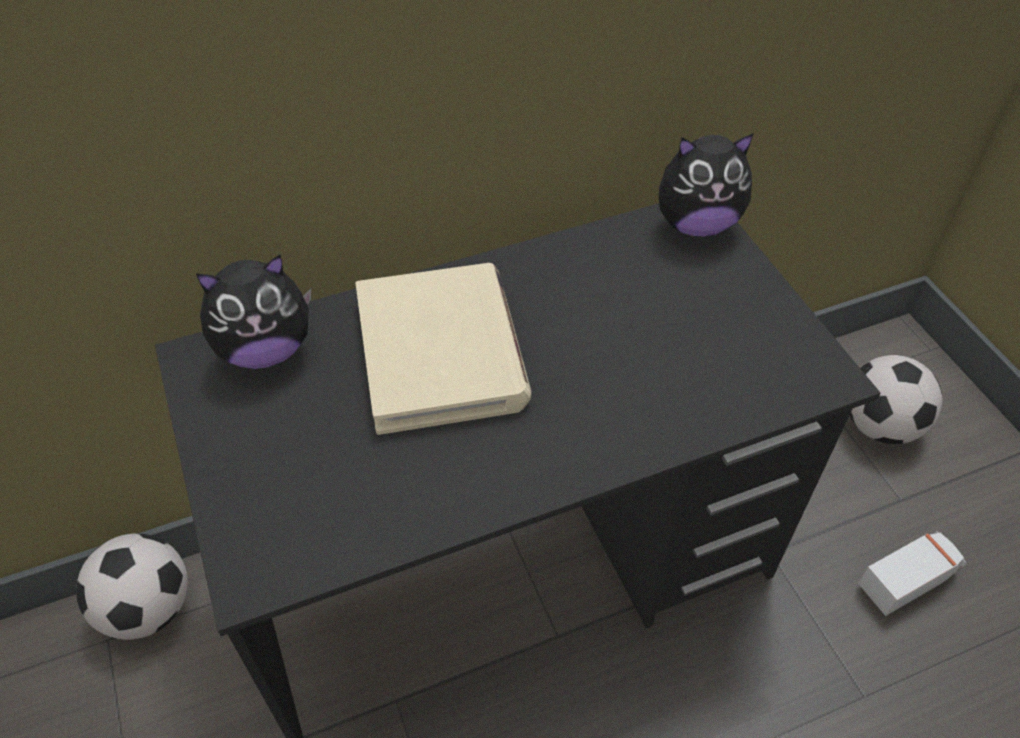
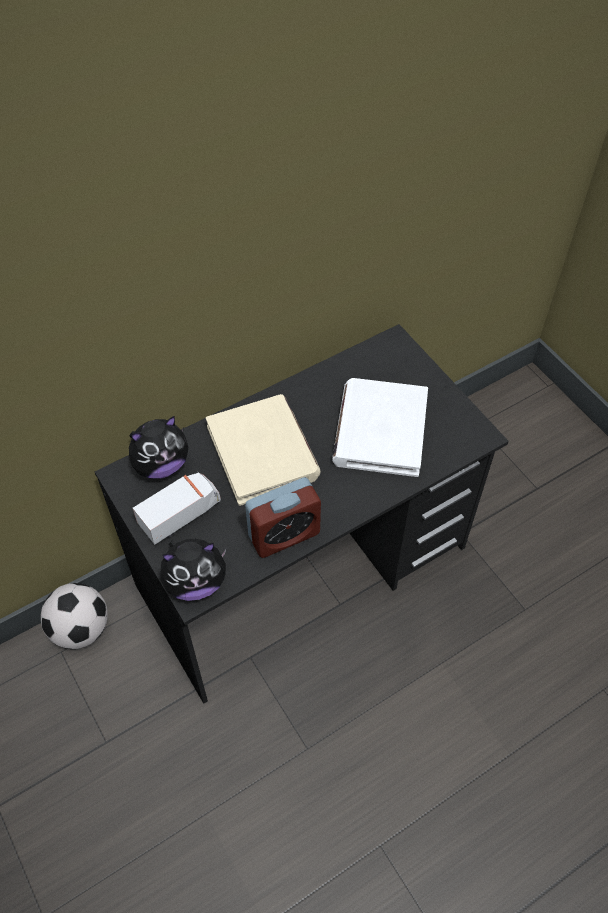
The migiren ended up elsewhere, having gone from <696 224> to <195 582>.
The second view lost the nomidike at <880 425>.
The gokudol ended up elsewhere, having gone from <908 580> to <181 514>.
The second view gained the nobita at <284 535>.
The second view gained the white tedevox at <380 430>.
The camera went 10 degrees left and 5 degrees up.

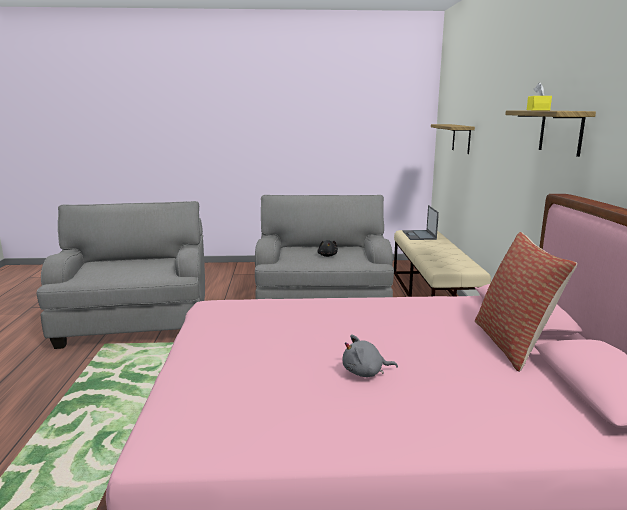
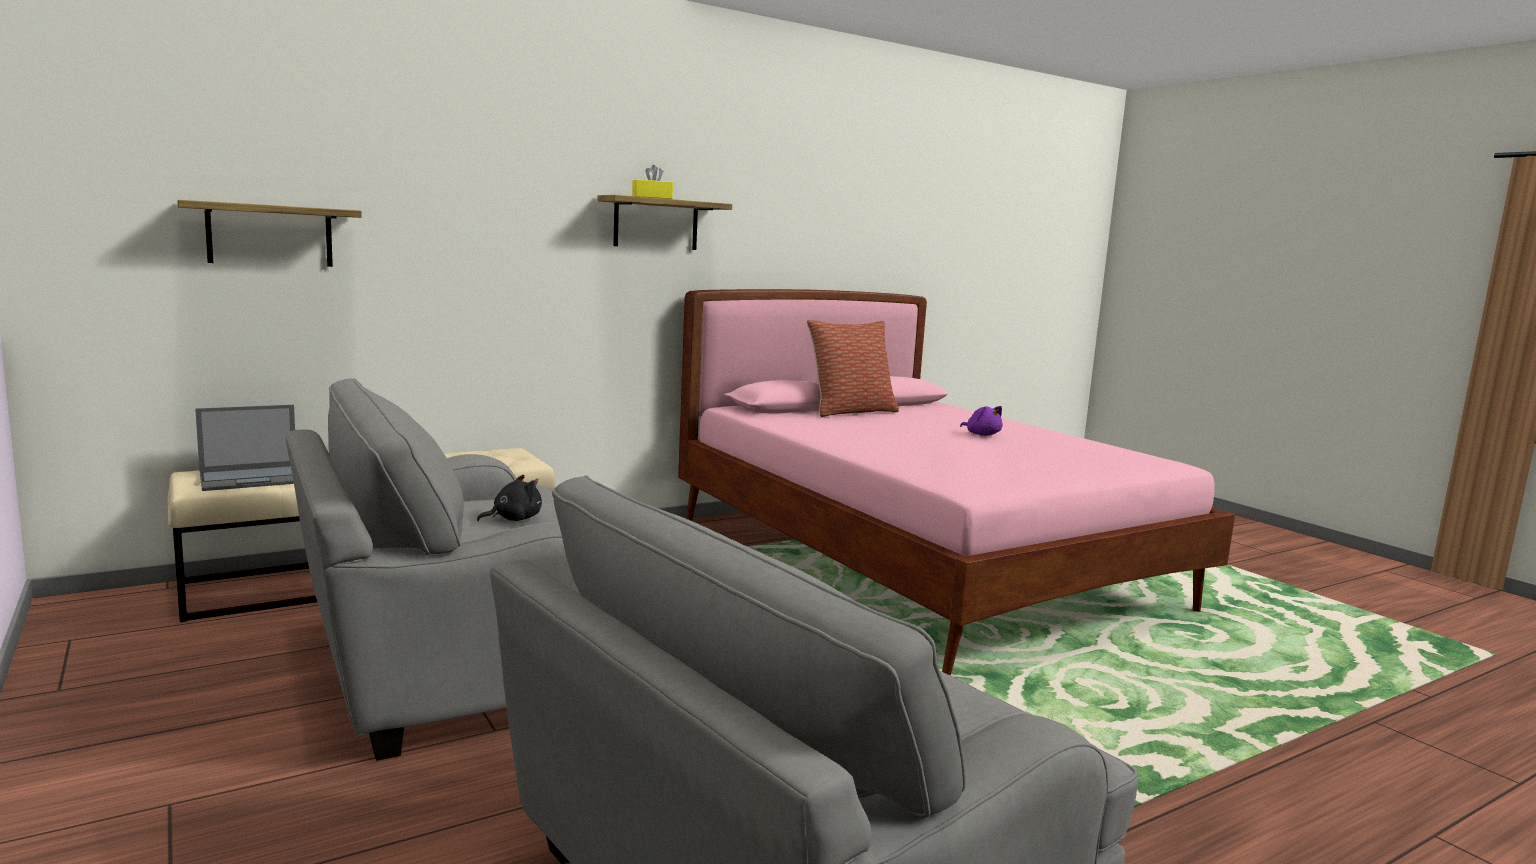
What was the grey migiren at <365 373> turned into the purple migiren at <982 434>.
The camera went 120 degrees left and 5 degrees down.

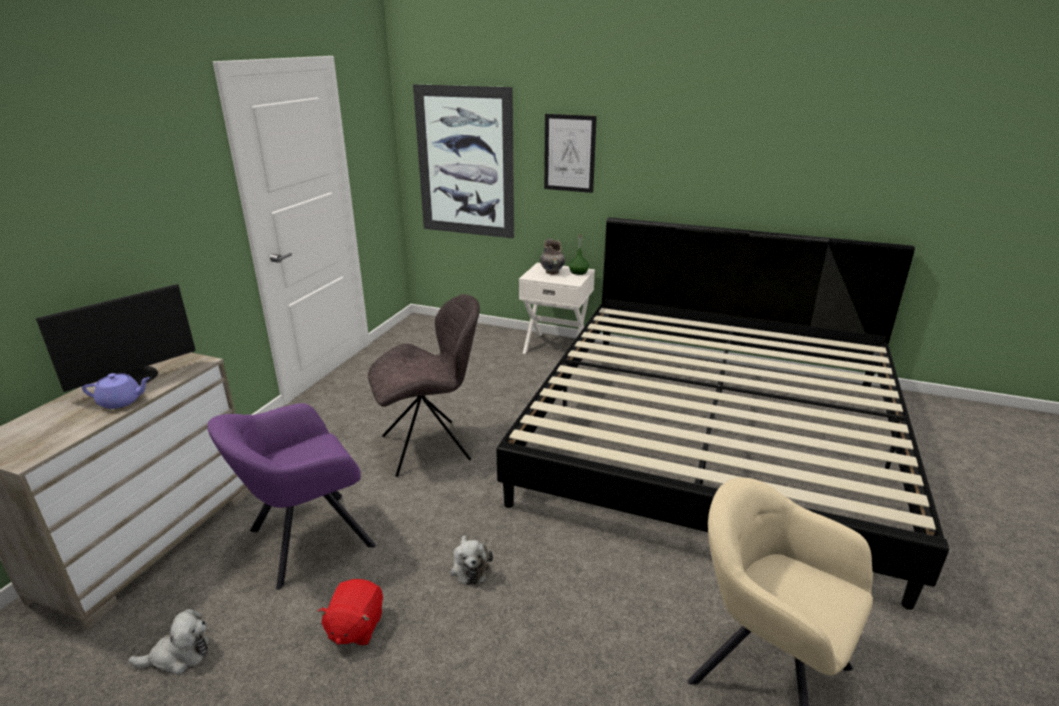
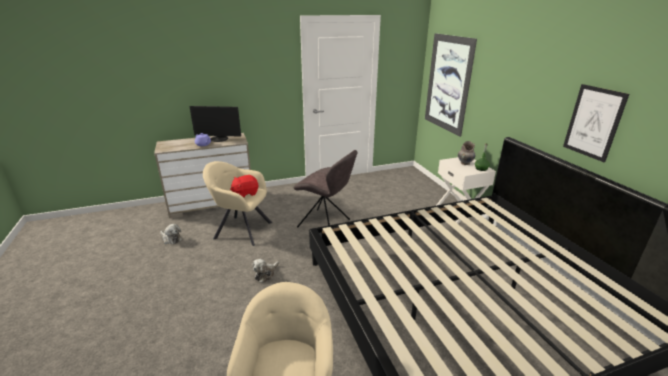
What was the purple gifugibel at <306 540> turned into the beige gifugibel at <241 230>.
The red migiren ended up elsewhere, having gone from <355 627> to <245 193>.
The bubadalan ended up elsewhere, having gone from <569 153> to <593 122>.
The camera went 50 degrees right and 0 degrees up.

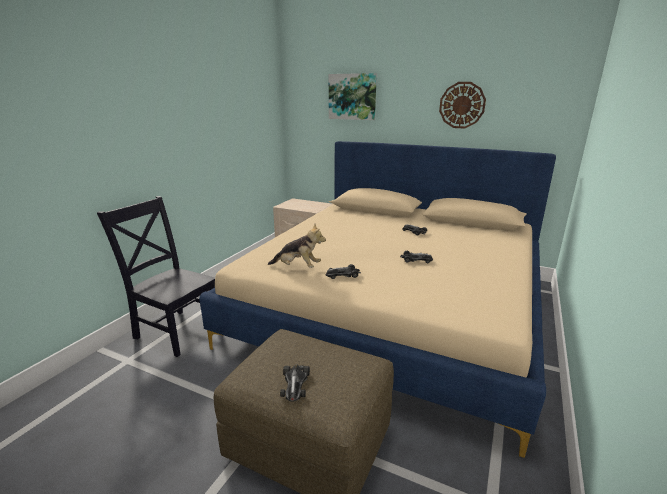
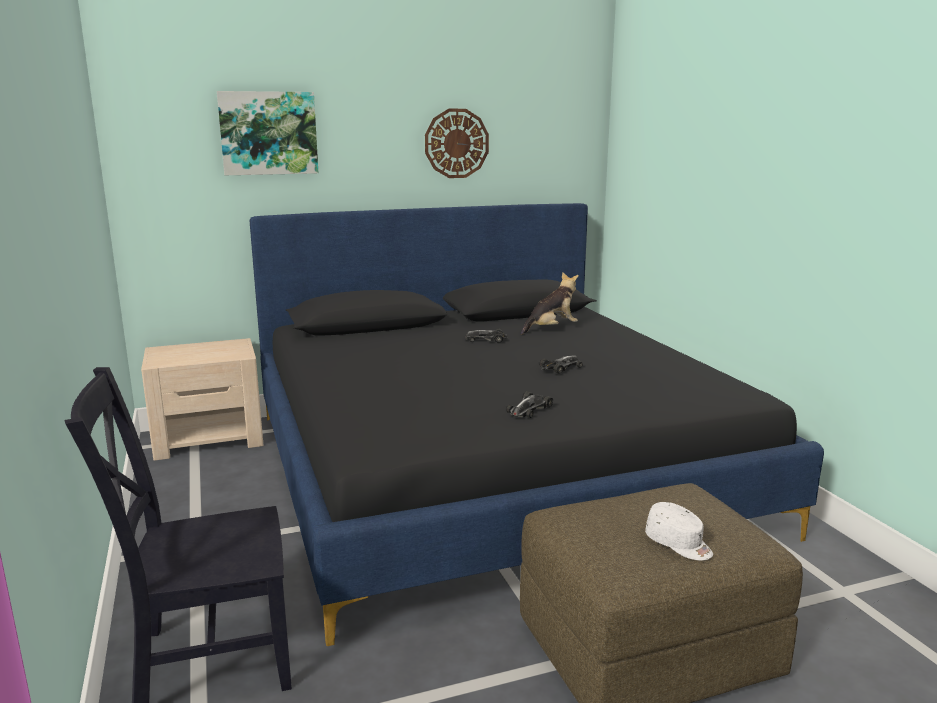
What was the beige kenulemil at <394 309> turned into the black kenulemil at <491 469>.
The migiren ended up elsewhere, having gone from <297 267> to <551 329>.
Where the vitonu stood at <295 384>, the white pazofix came to stand at <678 544>.
The camera went 45 degrees left and 5 degrees down.

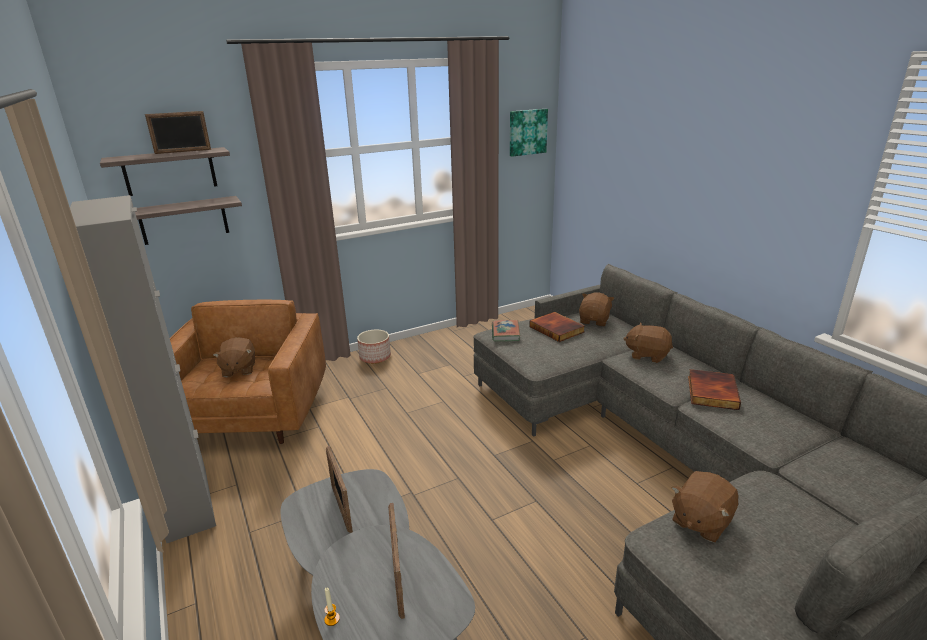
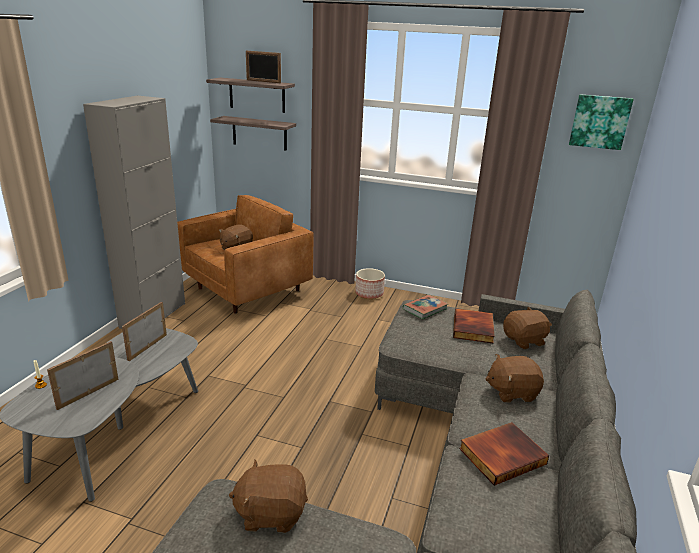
The brown migiren at <647 355> ended up facing another way, 75 degrees counterclockwise from before.
The camera went 45 degrees right and 0 degrees up.

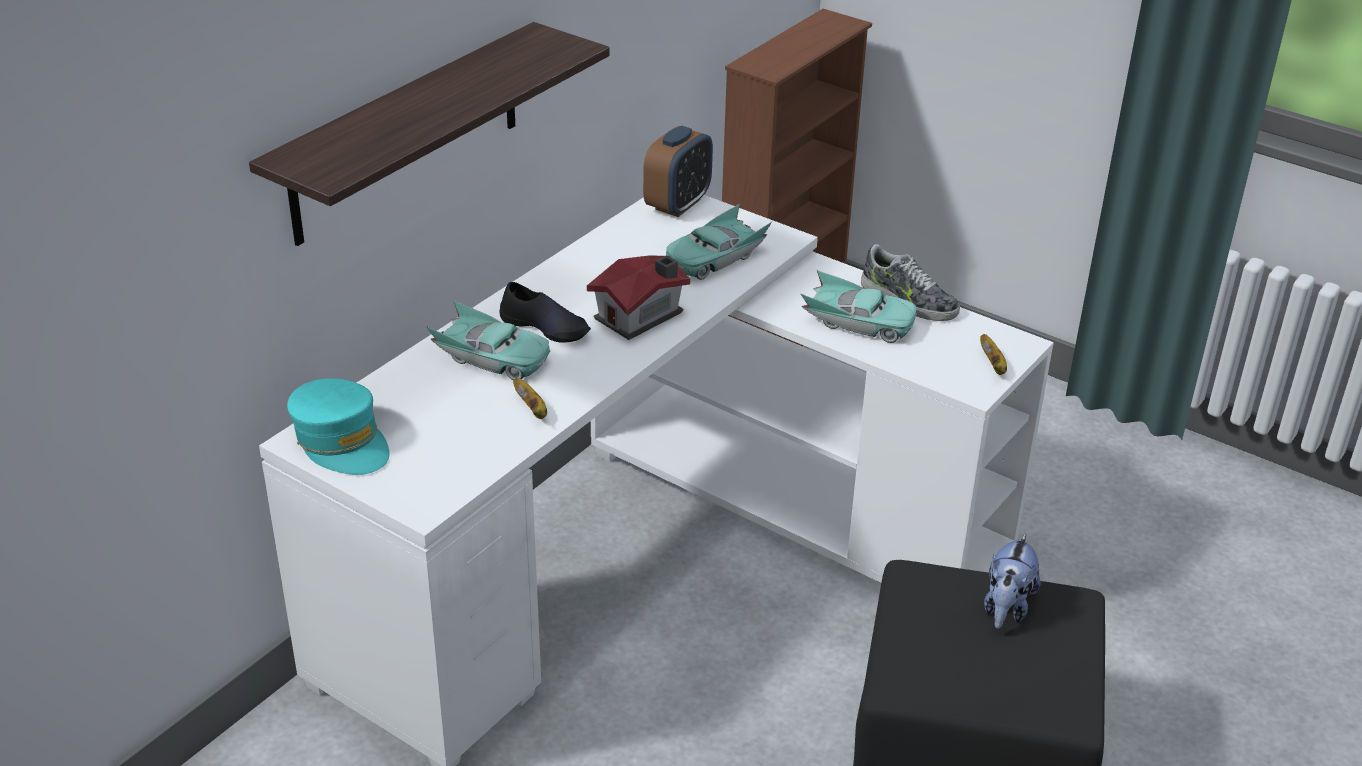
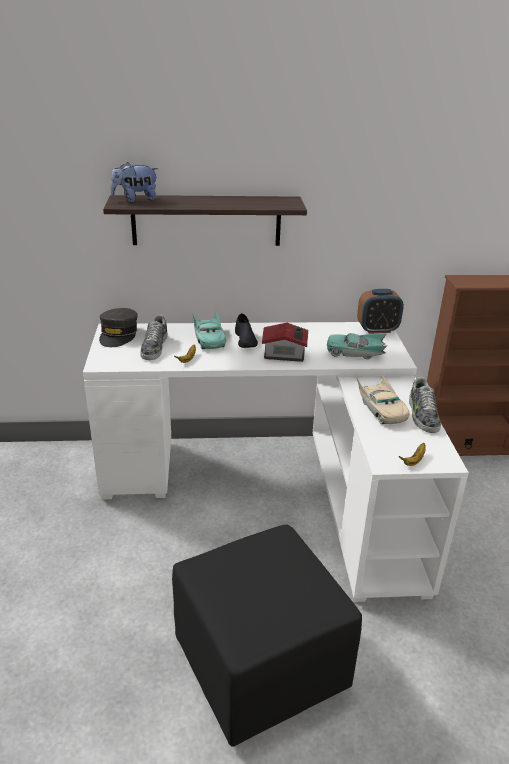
What was the turquoise pazofix at <341 441> turned into the grey pazofix at <118 335>.
What was the turquoise vitonu at <858 322> turned into the beige vitonu at <381 409>.
The migiren ended up elsewhere, having gone from <1006 607> to <136 200>.
The second view gained the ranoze at <154 347>.
The camera went 50 degrees right and 5 degrees down.

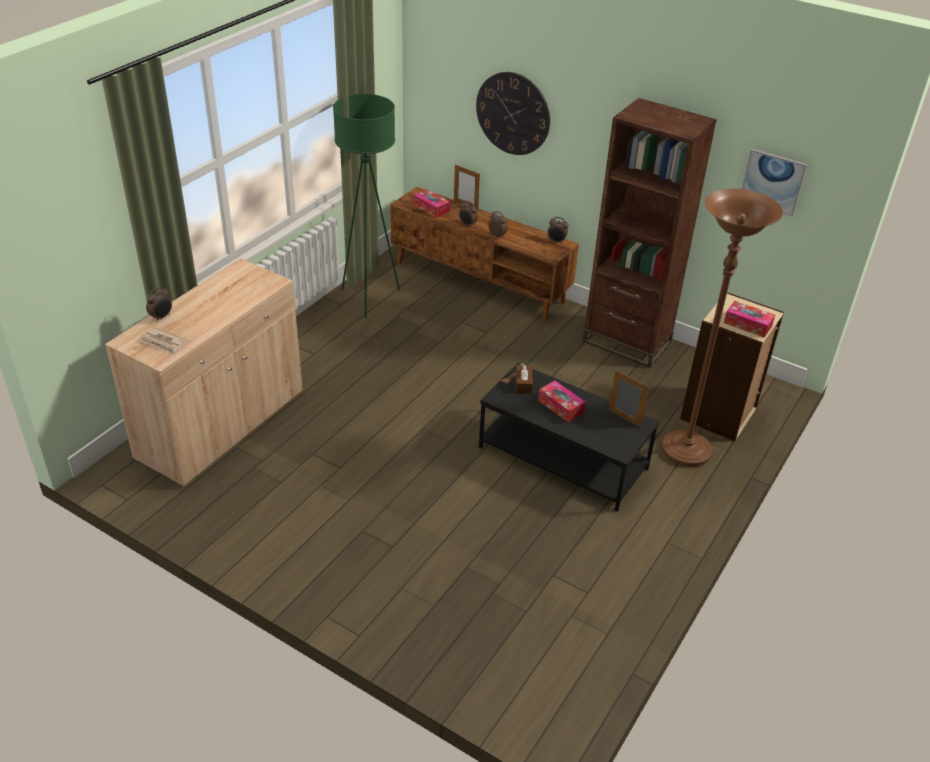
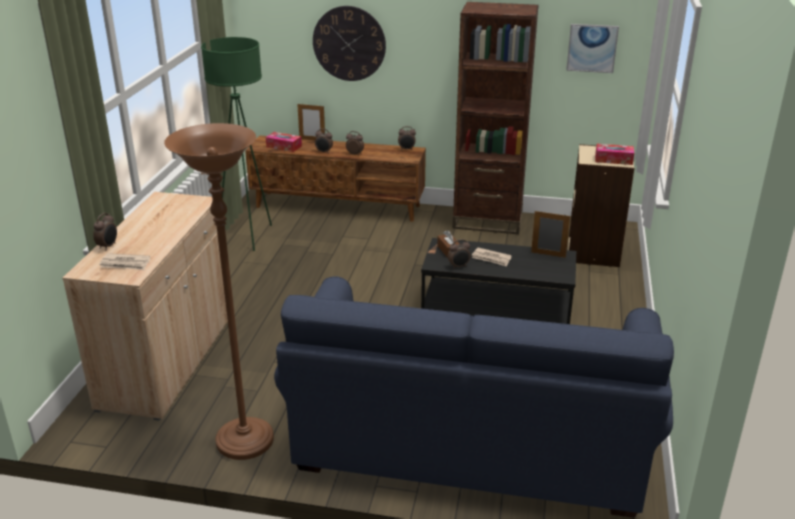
Where the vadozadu stood at <560 406>, the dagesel came to stand at <491 258>.
The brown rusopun ended up elsewhere, having gone from <685 451> to <245 441>.
The second view gained the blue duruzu at <470 438>.
The second view gained the nobita at <458 266>.
The camera went 20 degrees left and 10 degrees down.

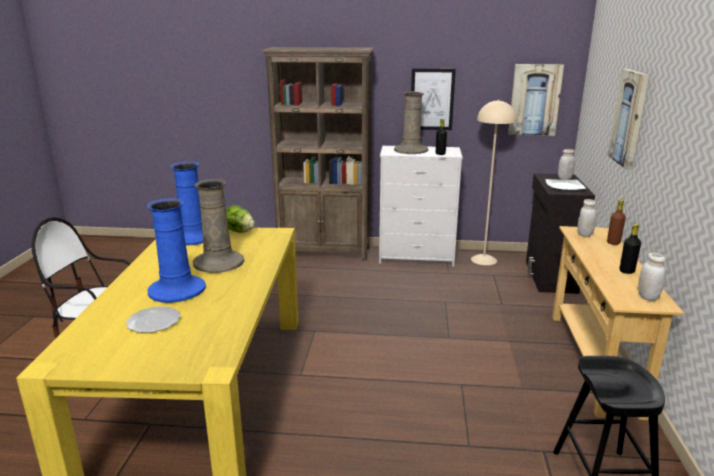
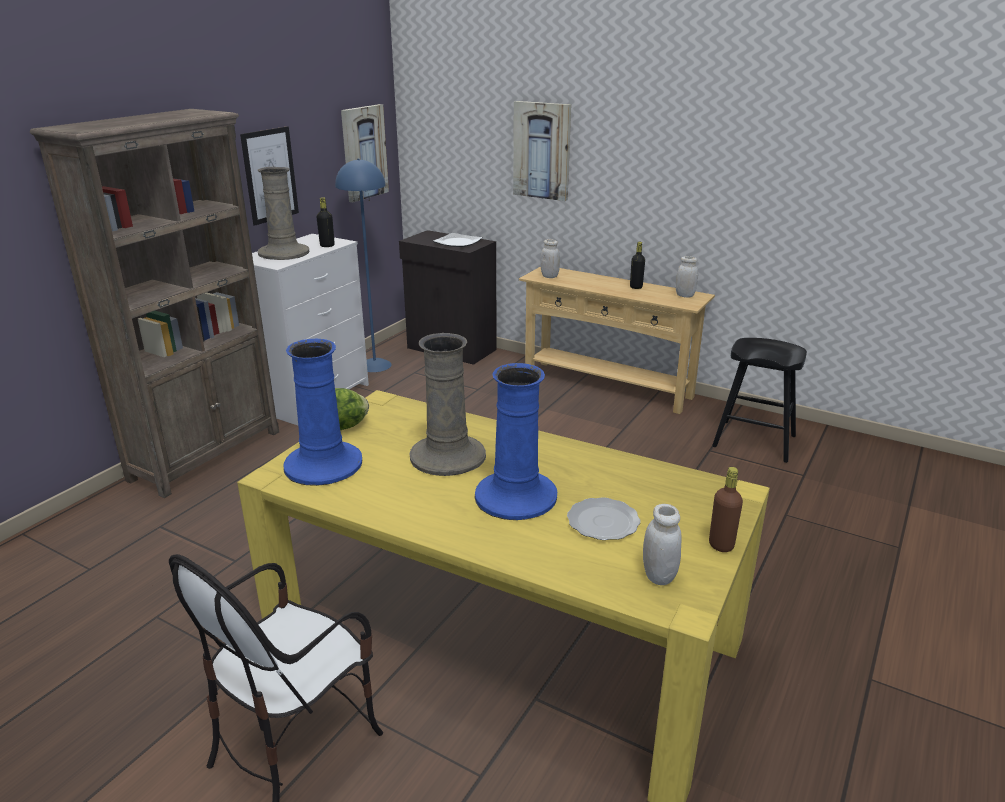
What was the beige rusopun at <483 260> turned into the blue rusopun at <374 365>.
The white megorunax ended up elsewhere, having gone from <564 178> to <659 576>.
The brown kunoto ended up elsewhere, having gone from <613 242> to <721 545>.
The camera went 65 degrees left and 5 degrees up.

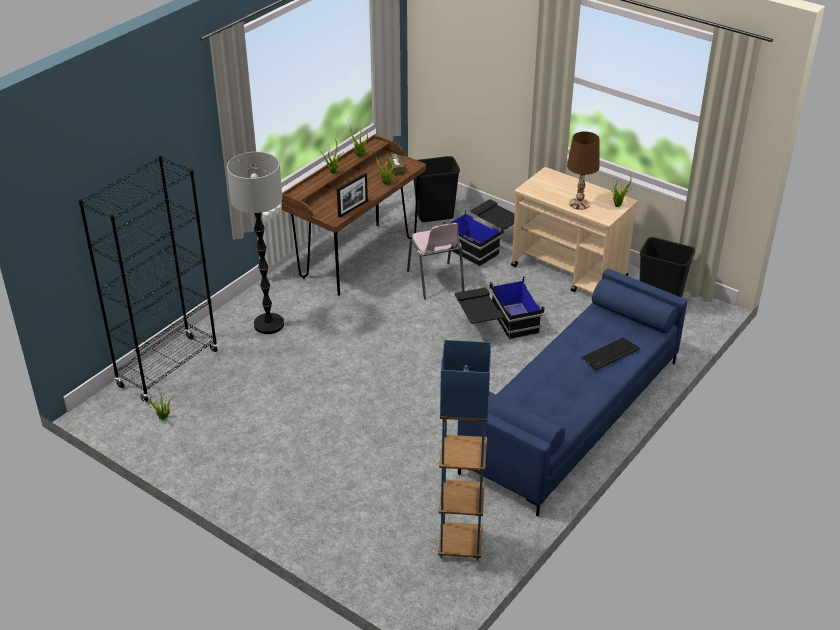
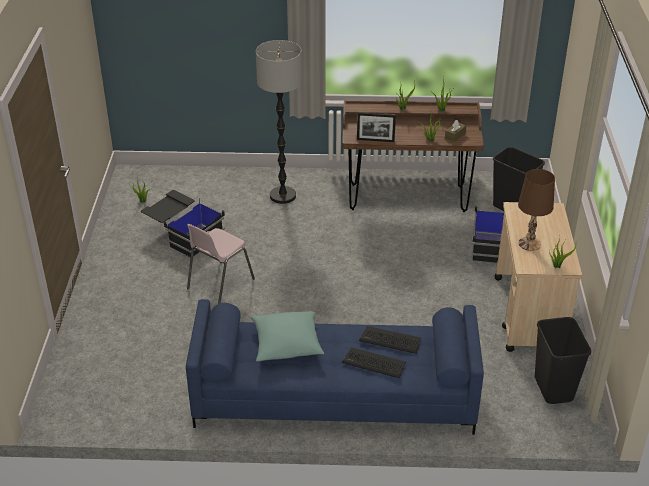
The second view lost the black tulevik at <168 368>.
The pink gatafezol ended up elsewhere, having gone from <435 282> to <219 284>.
The second view lost the blue rusopun at <460 544>.
The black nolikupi ended up elsewhere, having gone from <497 325> to <184 235>.
The second view gained the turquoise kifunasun at <287 344>.
The second view gained the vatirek at <390 340>.
The camera went 55 degrees right and 0 degrees up.

